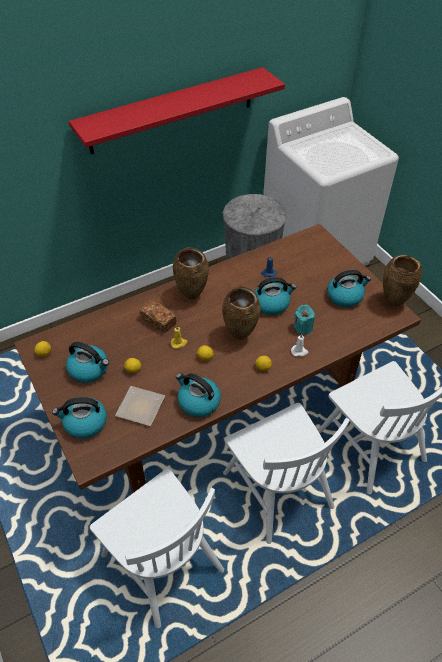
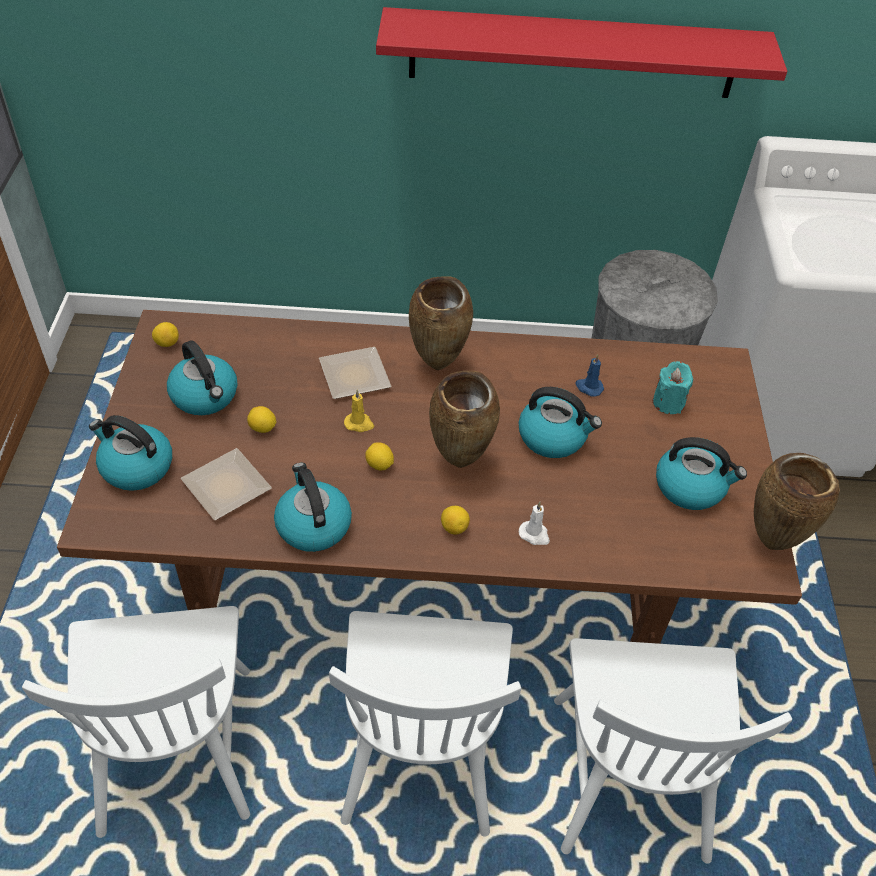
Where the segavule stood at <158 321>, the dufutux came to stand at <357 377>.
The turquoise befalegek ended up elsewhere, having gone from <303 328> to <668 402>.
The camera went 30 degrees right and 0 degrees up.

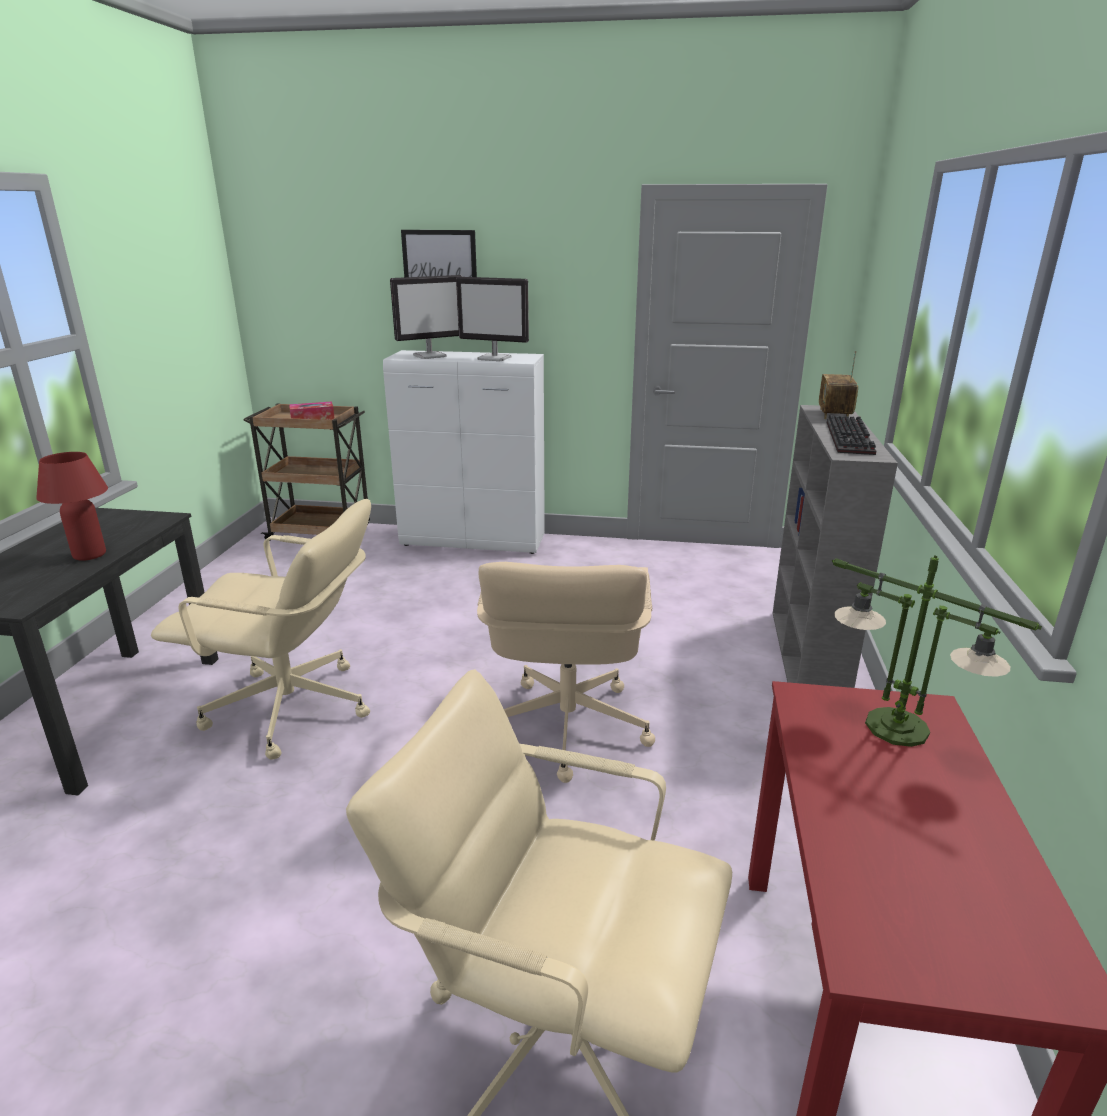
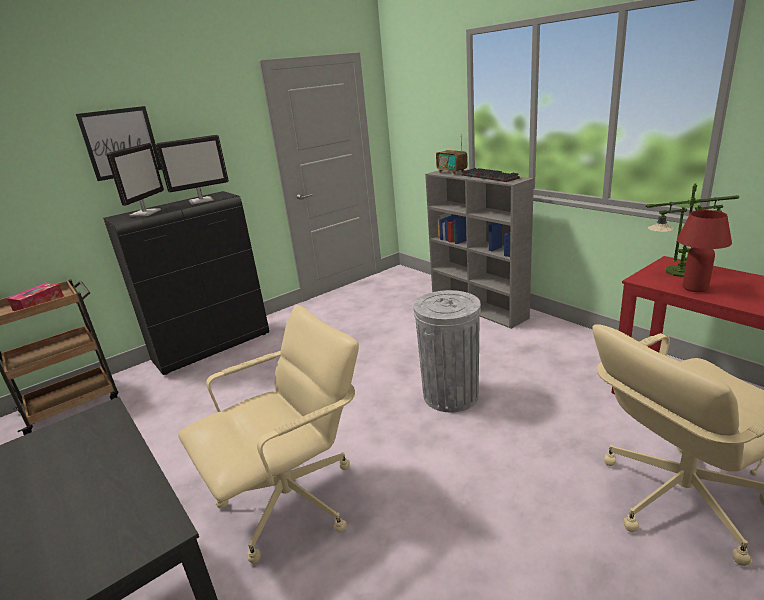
The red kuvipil ended up elsewhere, having gone from <89 555> to <695 288>.
What was the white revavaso at <474 541> turned into the black revavaso at <213 347>.
Where the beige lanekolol stood at <566 728>, the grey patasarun came to stand at <450 395>.
The camera went 45 degrees left and 0 degrees up.

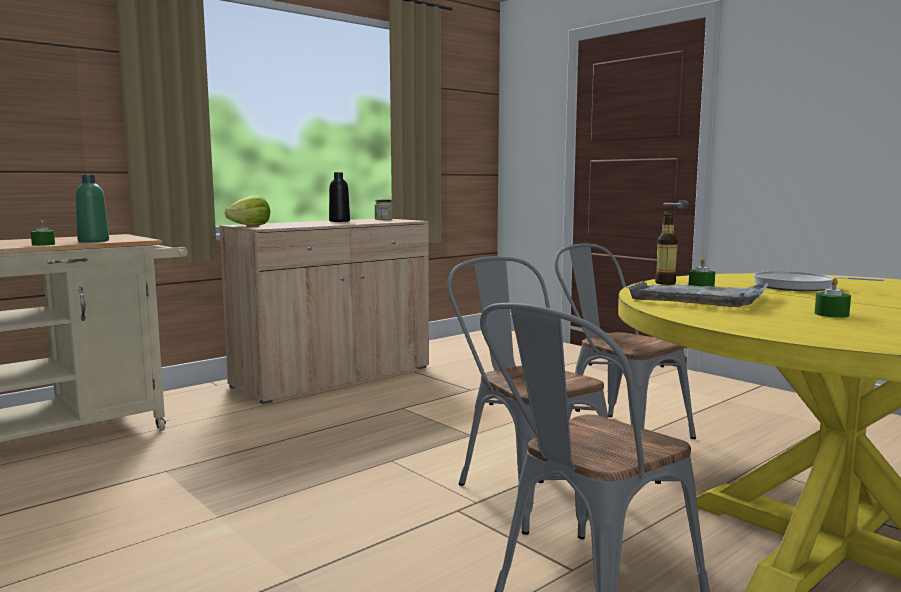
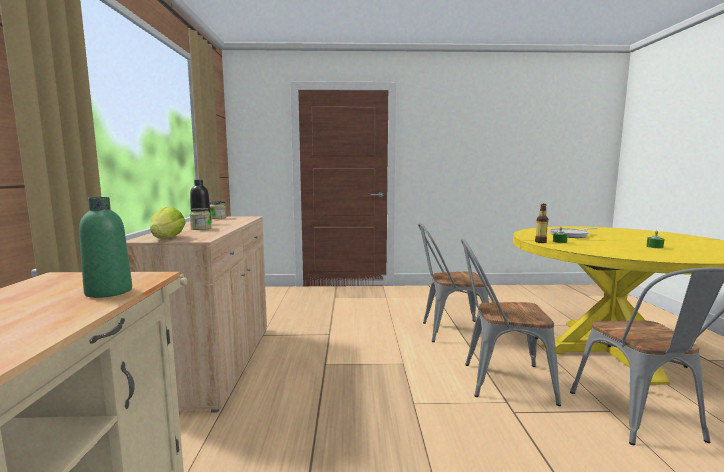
The second view lost the green befalegek at <43 244>.
The second view lost the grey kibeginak at <698 298>.
The second view gained the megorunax at <201 228>.
The camera went 50 degrees left and 0 degrees up.

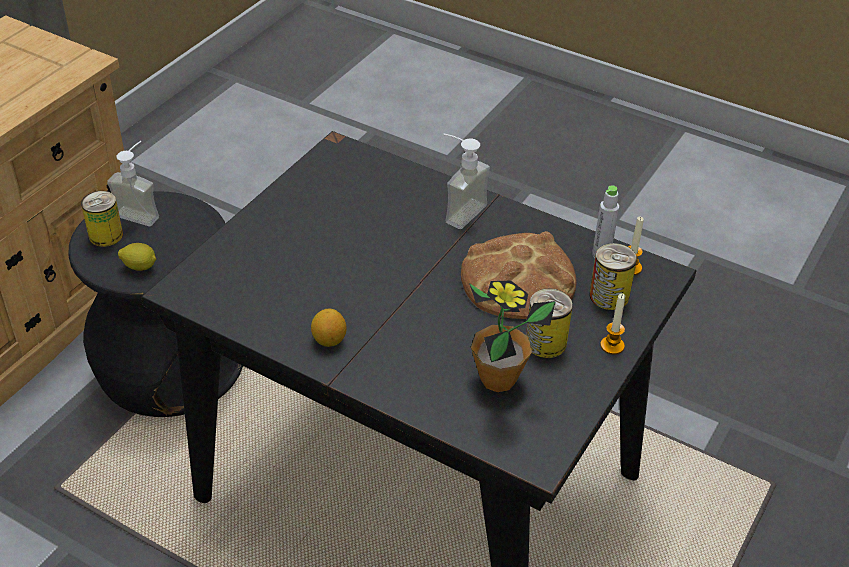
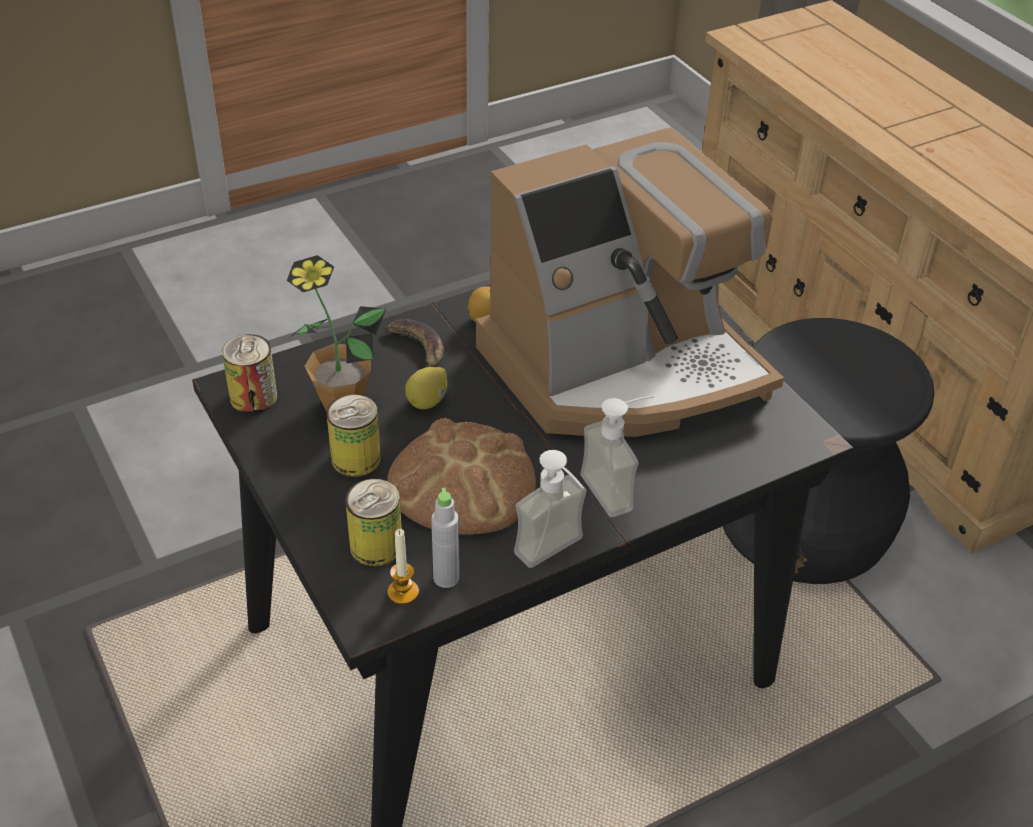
The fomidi ended up elsewhere, having gone from <106 235> to <253 397>.
The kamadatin ended up elsewhere, having gone from <141 211> to <557 555>.
The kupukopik ended up elsewhere, having gone from <140 266> to <427 401>.
The second view lost the befalegek at <612 346>.
The second view gained the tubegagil at <415 348>.
The second view gained the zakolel at <623 368>.
The camera went 120 degrees right and 0 degrees up.

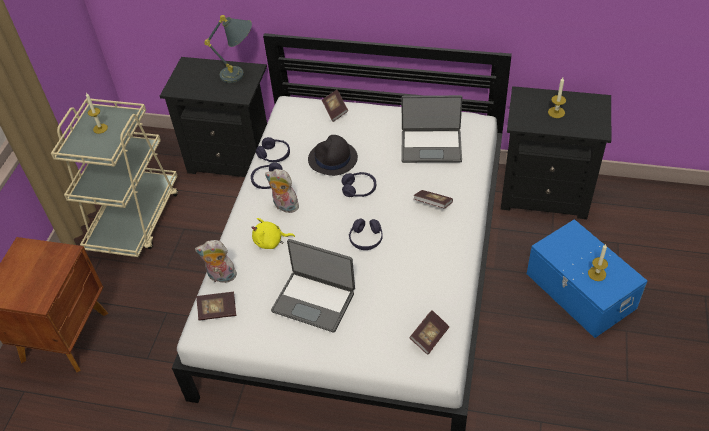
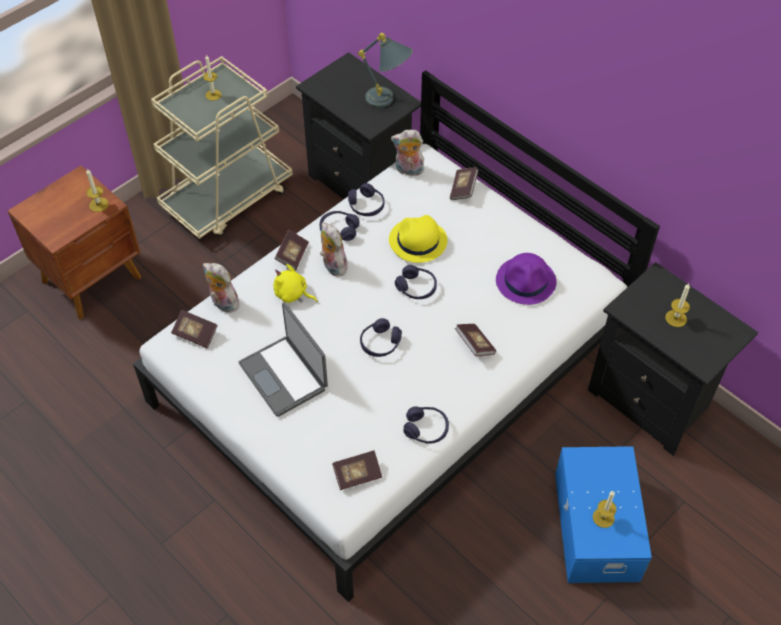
What was the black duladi at <332 159> turned into the yellow duladi at <417 241>.
Where the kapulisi stood at <431 146>, the purple duladi came to stand at <526 281>.
The second view gained the befalegek at <98 204>.
The second view gained the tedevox at <292 255>.
The second view gained the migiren at <408 170>.
The second view gained the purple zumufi at <426 429>.
The camera went 30 degrees right and 5 degrees up.

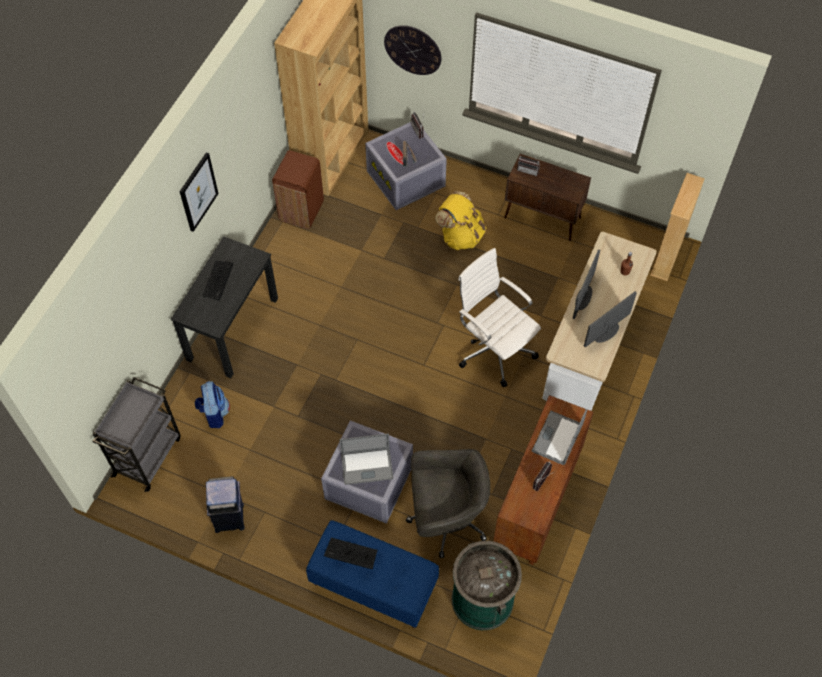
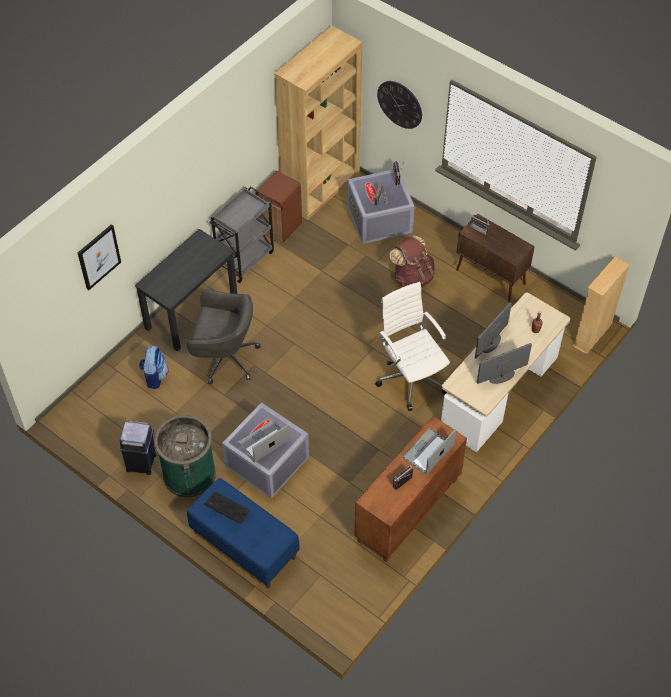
The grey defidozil ended up elsewhere, having gone from <148 455> to <245 258>.
The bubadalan ended up elsewhere, having gone from <198 192> to <98 256>.
The second view lost the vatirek at <218 280>.
The kapulisi at <367 466> ended up facing another way, 135 degrees clockwise from before.
The grey lanekolol ended up elsewhere, having gone from <446 518> to <224 358>.
What was the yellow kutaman at <460 235> turned into the brown kutaman at <412 277>.
The green patasarun ended up elsewhere, having gone from <482 599> to <189 474>.
The camera went 15 degrees right and 5 degrees down.

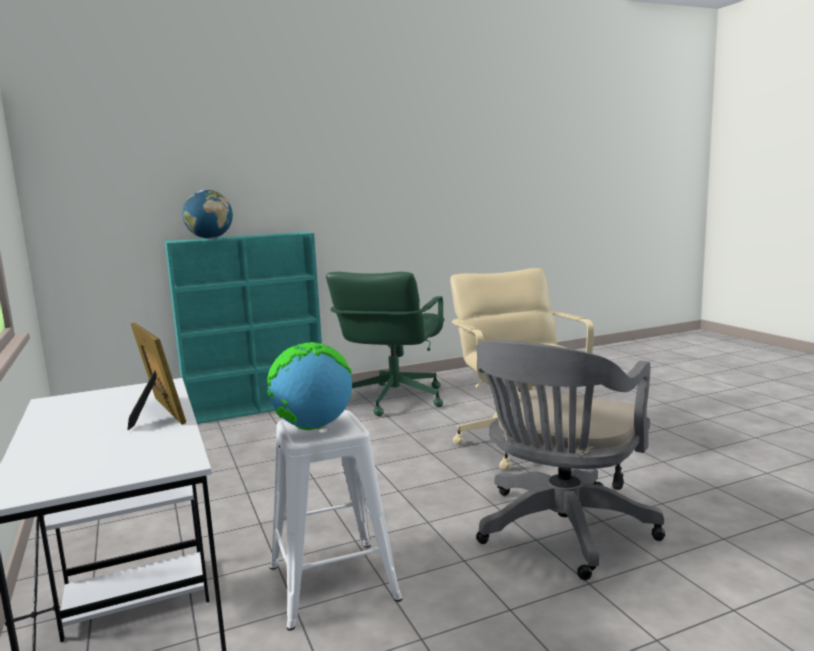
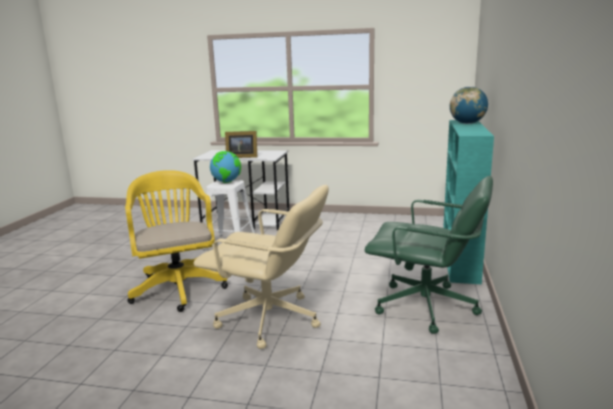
The green lanekolol at <394 399> ended up facing another way, 150 degrees clockwise from before.
What was the grey lanekolol at <560 532> turned into the yellow lanekolol at <178 287>.
The camera went 125 degrees right and 5 degrees up.

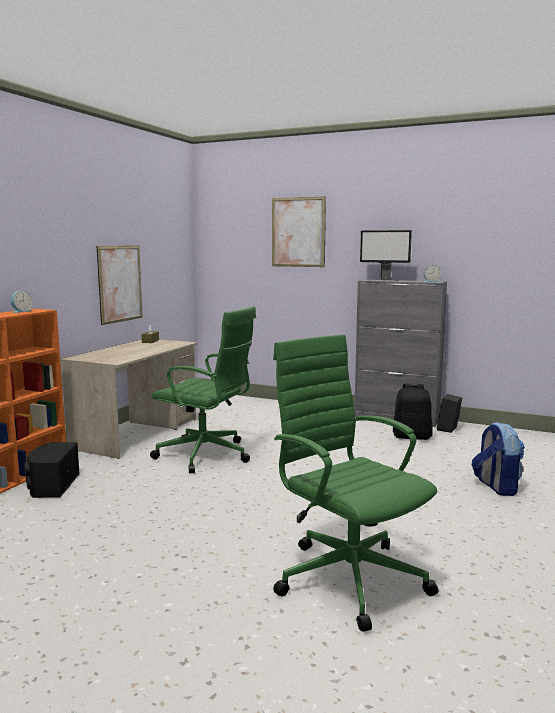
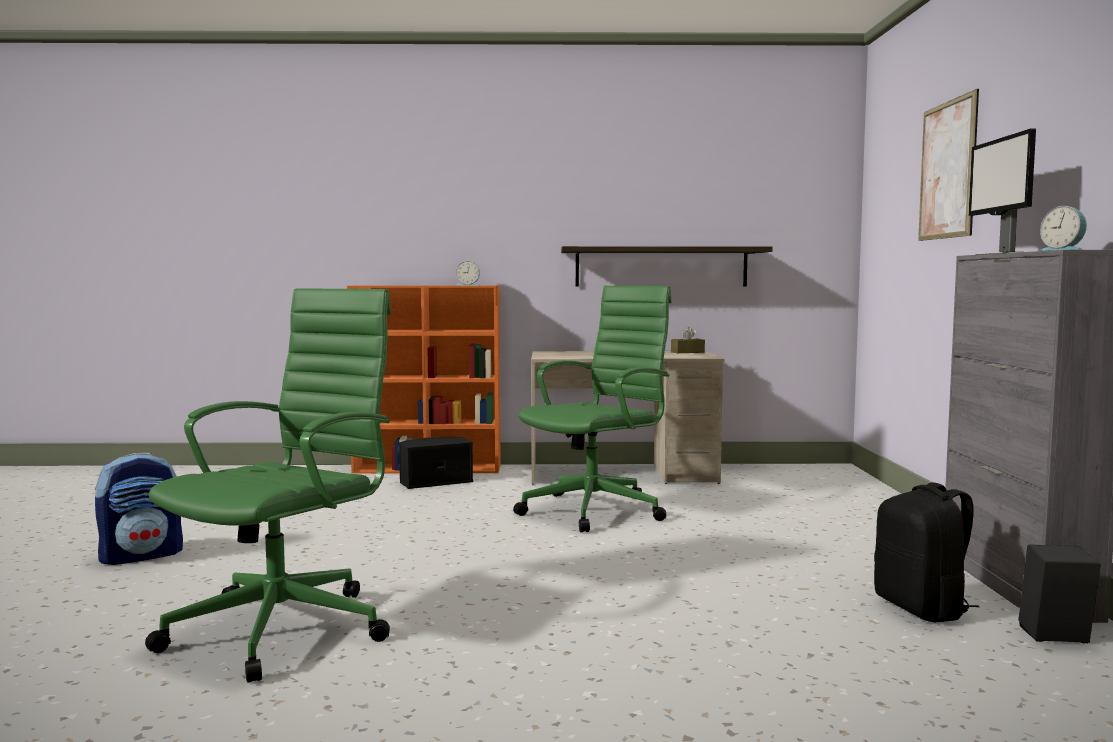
Where the bubadalan hung at <120 284>, the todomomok came to hang at <661 267>.
The green lanekolol at <206 455> ended up facing another way, 135 degrees counterclockwise from before.
The kutaman ended up elsewhere, having gone from <496 487> to <142 556>.
The camera went 65 degrees right and 5 degrees down.

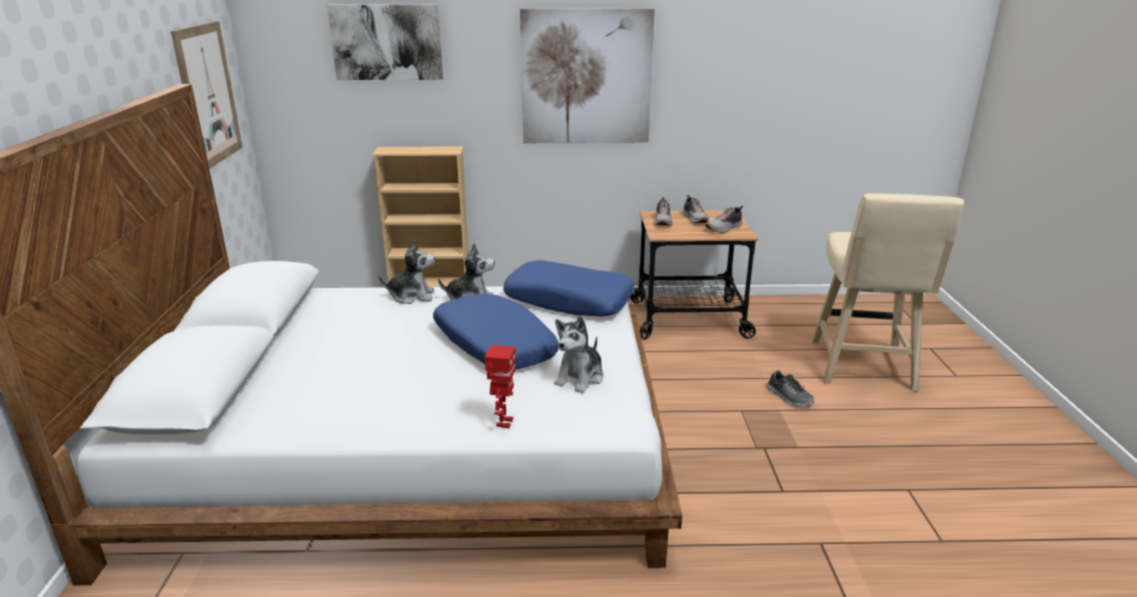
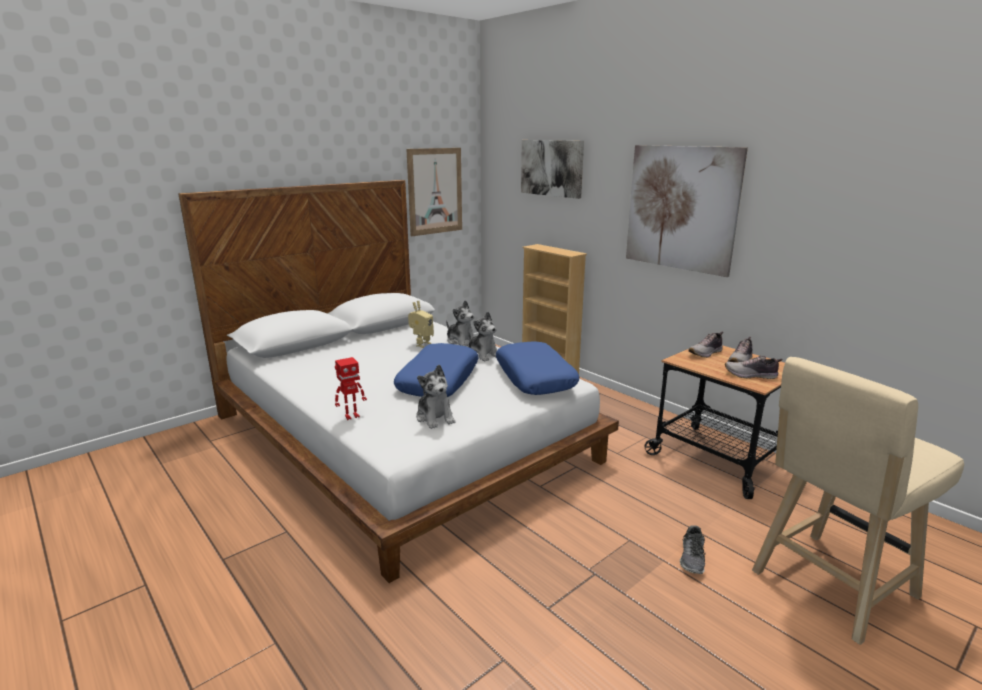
The migiren at <580 378> ended up facing another way, 105 degrees counterclockwise from before.
The second view gained the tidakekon at <421 344>.
The camera went 50 degrees right and 5 degrees down.

